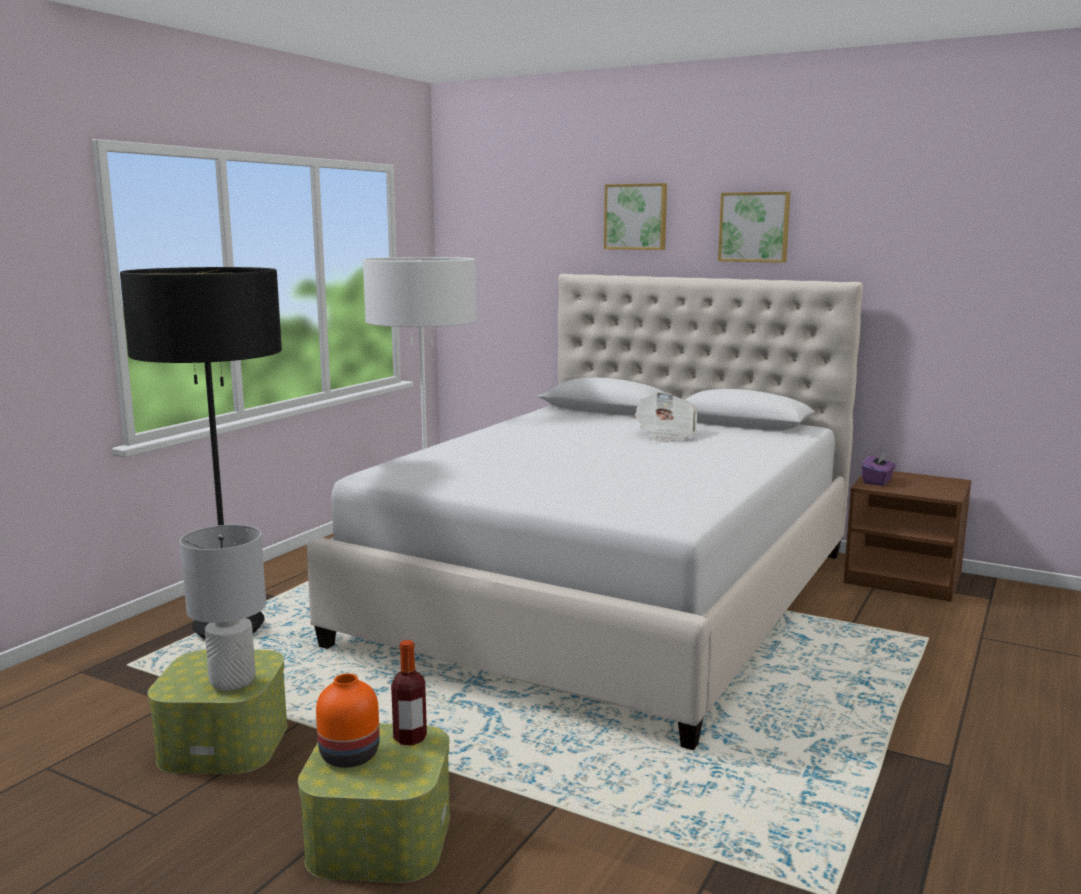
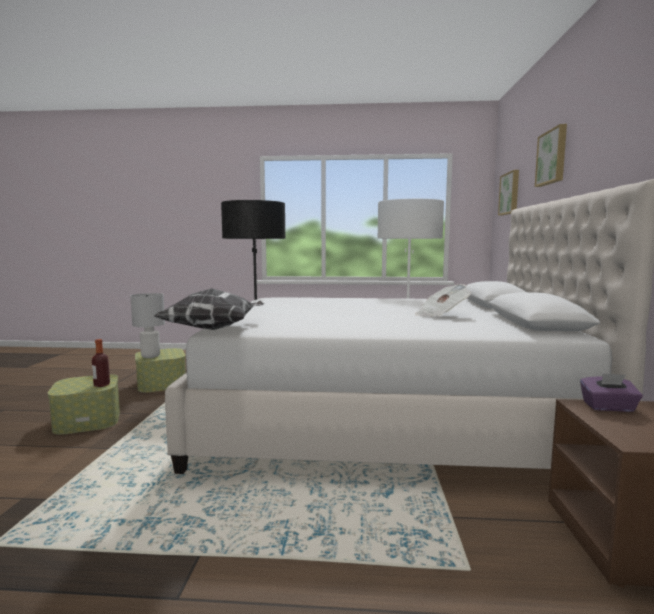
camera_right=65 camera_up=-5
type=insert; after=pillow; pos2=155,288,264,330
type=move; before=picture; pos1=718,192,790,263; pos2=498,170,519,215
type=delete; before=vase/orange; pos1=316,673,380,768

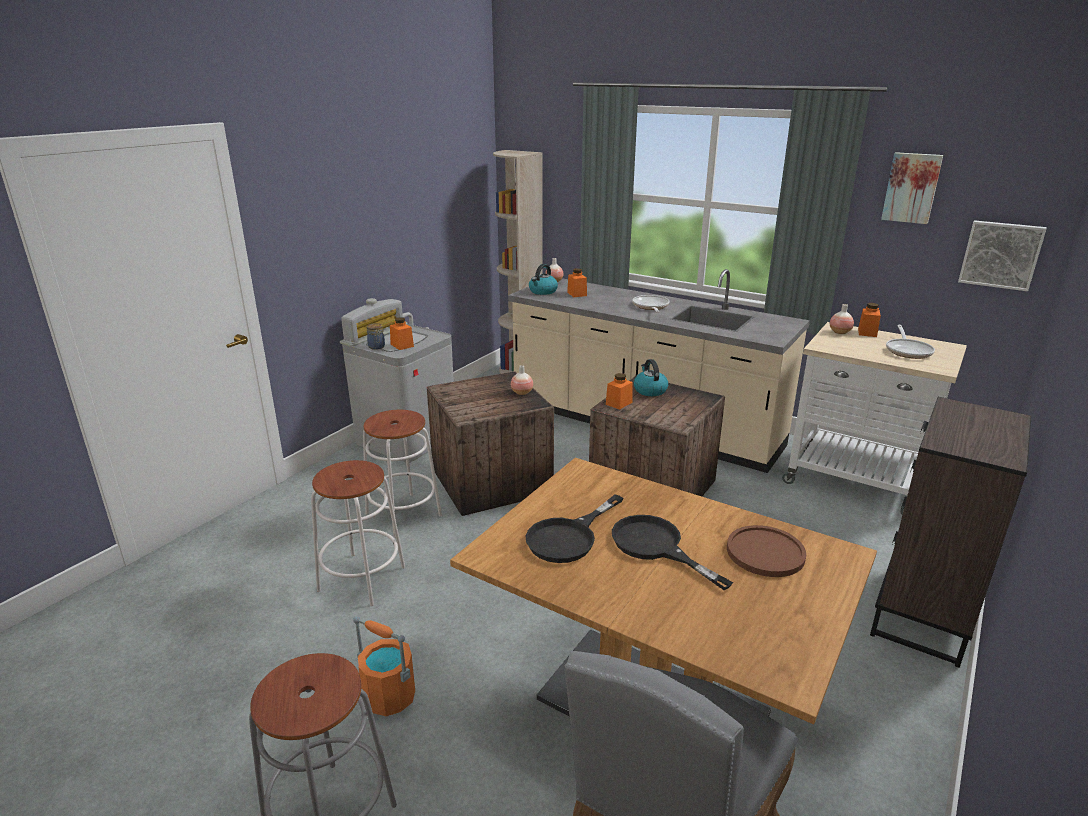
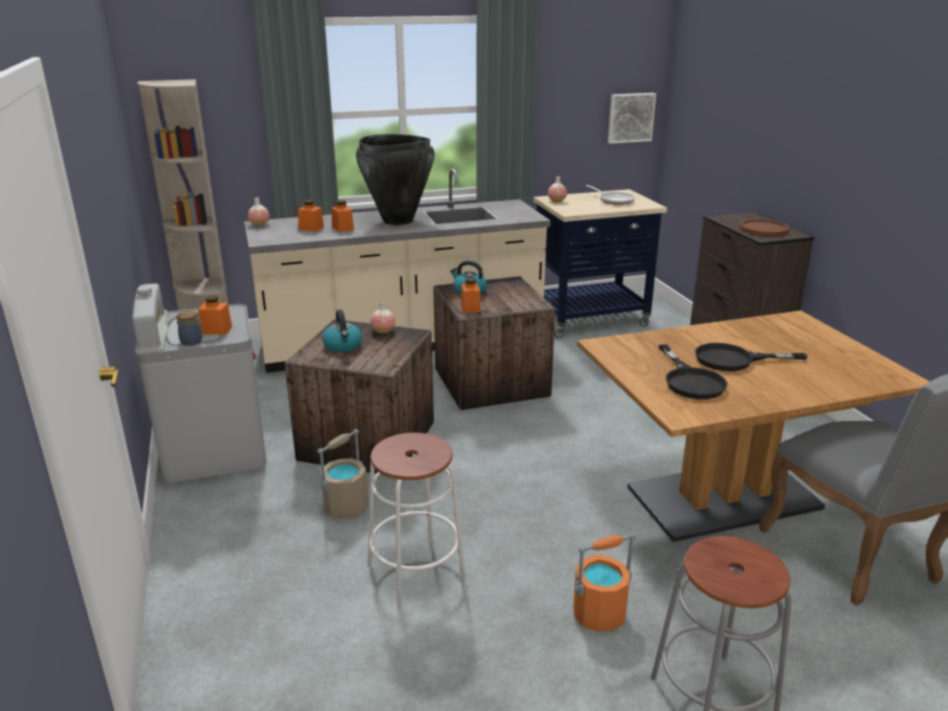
camera_right=-50 camera_up=0
type=replace; before=stool/white; after=bucket/beige; pos1=363,410,442,538; pos2=318,429,368,519
type=move; before=kettle; pos1=529,264,558,295; pos2=322,310,362,352
type=move; before=jar/orange; pos1=858,303,881,337; pos2=331,200,354,232
type=replace; before=frying pan; after=vase/black; pos1=632,295,670,313; pos2=356,134,435,225
type=recolor; before=cart/white; after=cart/blue; pos1=782,322,967,515; pos2=533,189,667,338
type=move; before=plate/brown; pos1=727,525,806,577; pos2=739,219,789,236
type=delete; before=picture; pos1=881,152,943,224

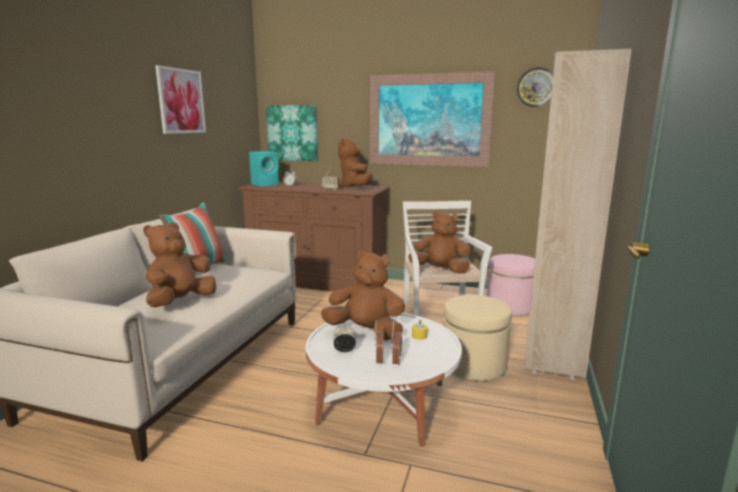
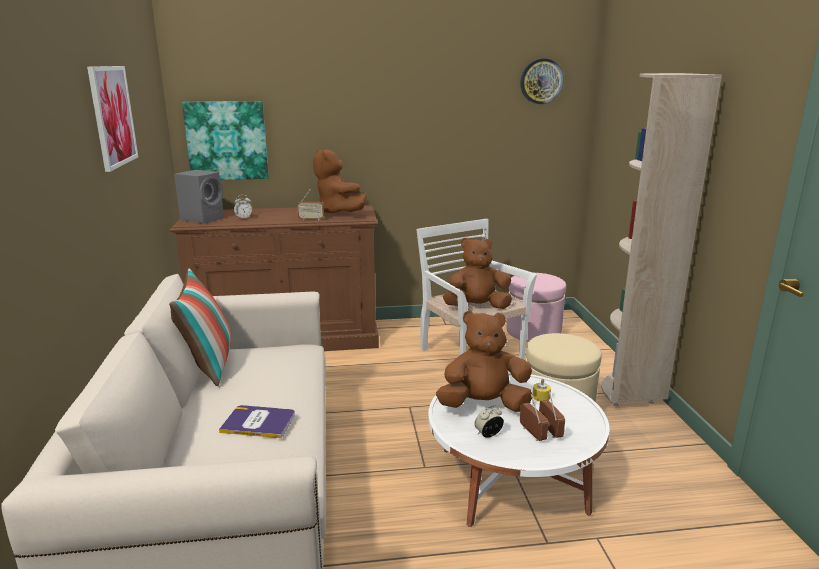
camera_right=-25 camera_up=5
type=recolor; before=speaker/turquoise; after=speaker/grey; pos1=249,151,279,186; pos2=174,170,224,224
type=replace; before=plush toy/brown; after=book; pos1=144,222,216,307; pos2=219,405,295,438
type=delete; before=picture; pos1=370,72,495,167

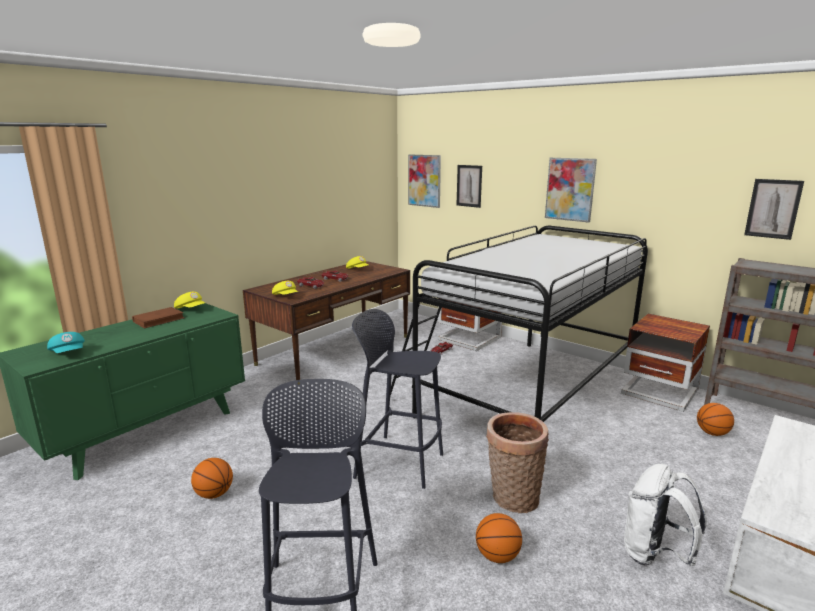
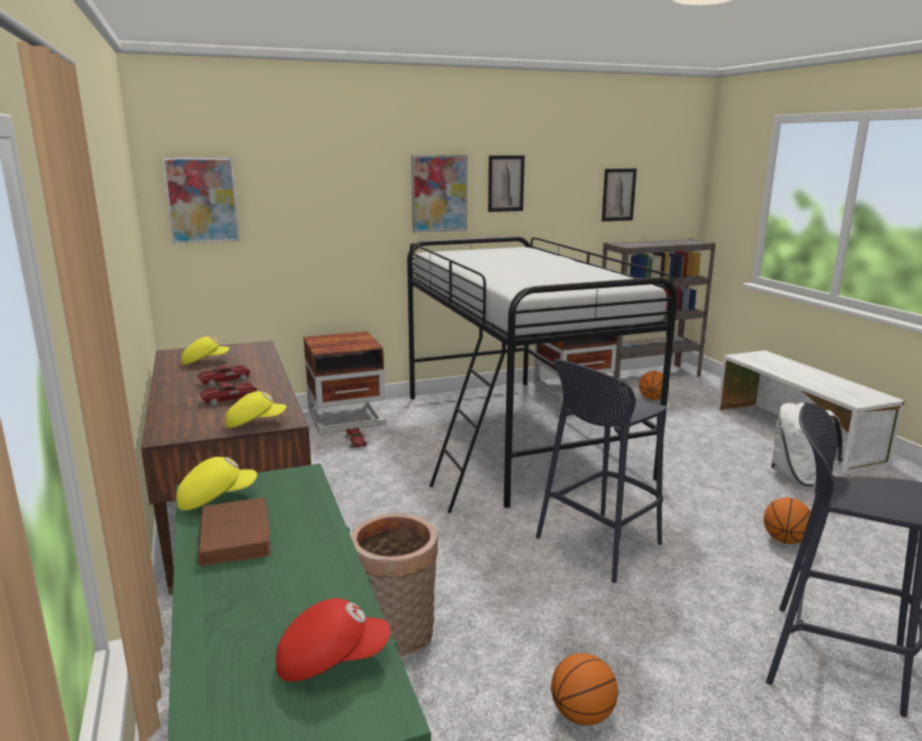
camera_right=-60 camera_up=0
type=recolor; before=cap/turquoise; after=cap/red; pos1=47,332,85,353; pos2=276,598,390,682
type=move; before=basket; pos1=486,412,549,513; pos2=350,513,438,656
type=move; before=picture; pos1=457,165,482,208; pos2=488,155,525,212

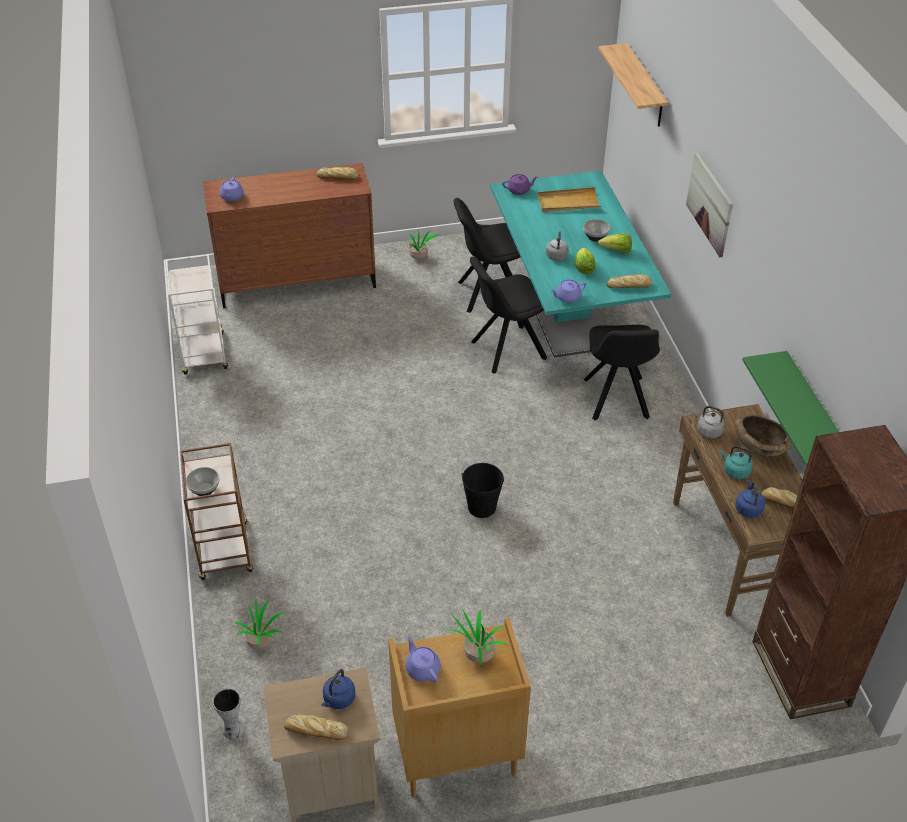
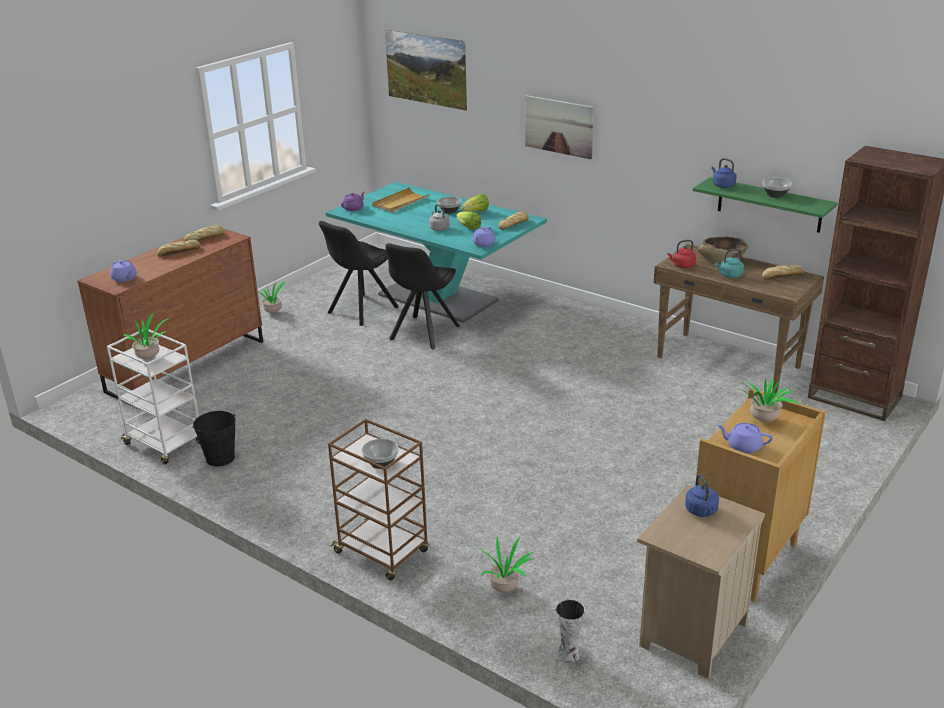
camera_right=-40 camera_up=-15
type=insert; after=potted plant; pos2=123,312,168,360
type=move; before=bread; pos1=284,714,349,740; pos2=157,240,201,257
type=move; before=bucket/black; pos1=462,463,504,518; pos2=193,411,236,466
type=replace; before=shelf; after=picture; pos1=598,43,668,127; pos2=385,30,467,111
type=recolor; before=kettle/grey; after=kettle/red; pos1=693,406,725,438; pos2=667,240,696,268
type=move; before=kettle/blue; pos1=736,481,765,518; pos2=712,158,737,188
type=insert; after=bowl; pos2=763,178,792,198
type=delete; before=chair/black; pos1=584,325,660,421

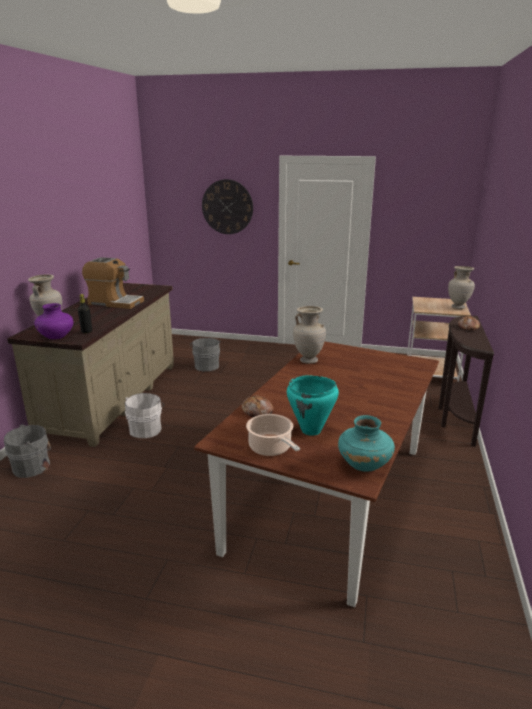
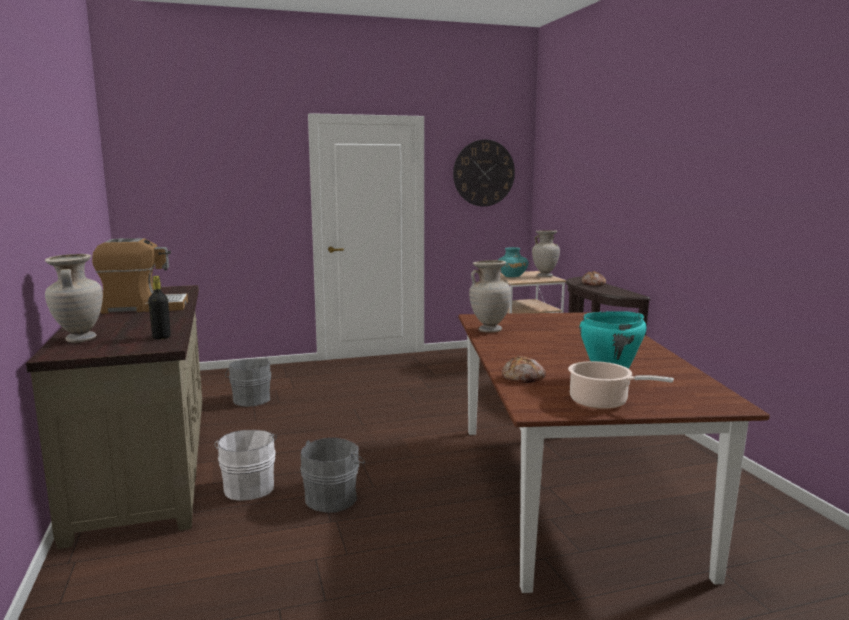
camera_right=-30 camera_up=-10
type=move; before=bucket/grey; pos1=4,424,51,478; pos2=300,438,365,512
type=move; before=wall clock; pos1=202,179,253,234; pos2=453,140,515,207
type=move; before=vase/turquoise; pos1=338,415,395,472; pos2=498,247,529,277
type=delete; before=vase/purple; pos1=34,303,73,339

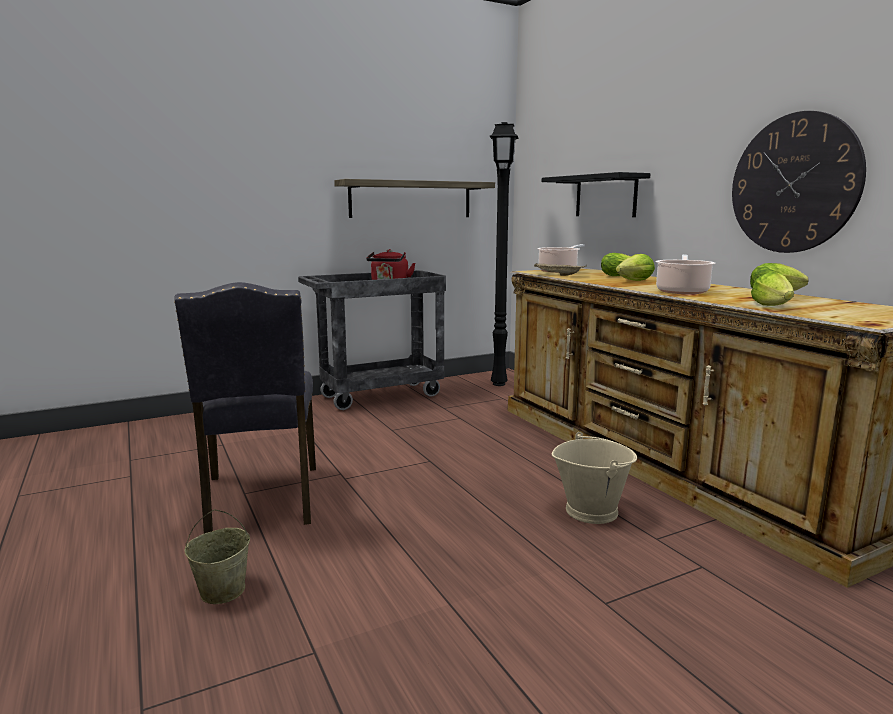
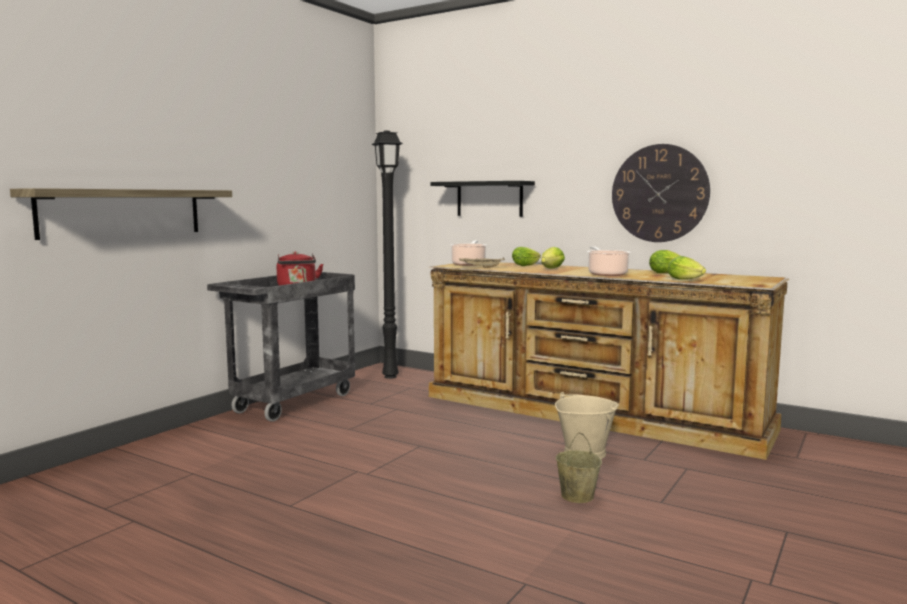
camera_right=-30 camera_up=-5
type=move; before=shelf; pos1=334,179,495,218; pos2=10,188,232,240
type=move; before=bucket/beige; pos1=184,509,250,604; pos2=555,432,602,503
type=delete; before=chair/grey; pos1=174,282,316,534

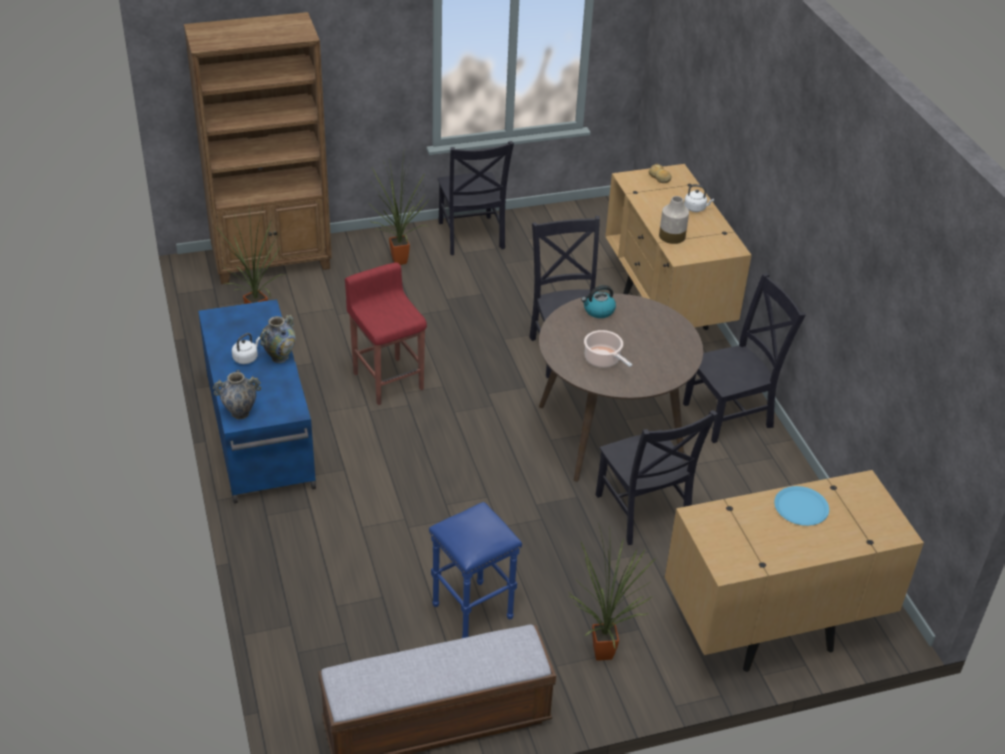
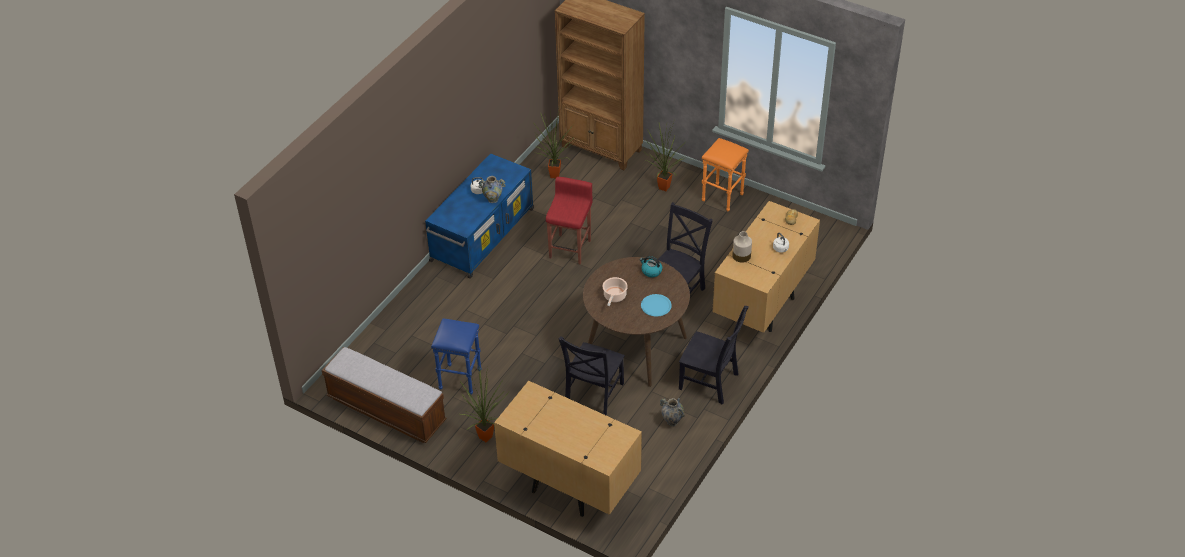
camera_right=50 camera_up=5
type=move; before=plate/blue; pos1=774,486,829,526; pos2=641,294,672,317
type=move; before=vase; pos1=213,370,261,420; pos2=660,398,685,426
type=replace; before=chair/black; after=stool/orange; pos1=438,141,514,255; pos2=702,138,749,211

